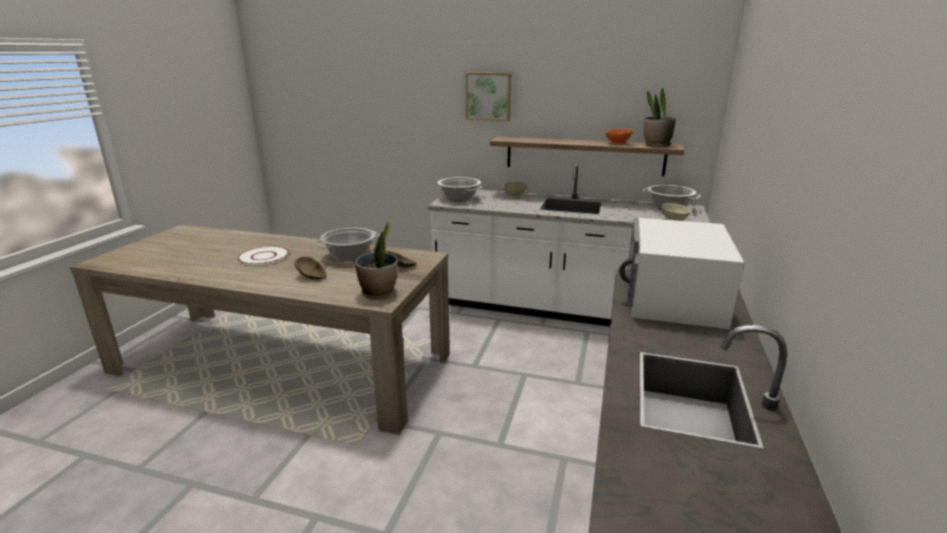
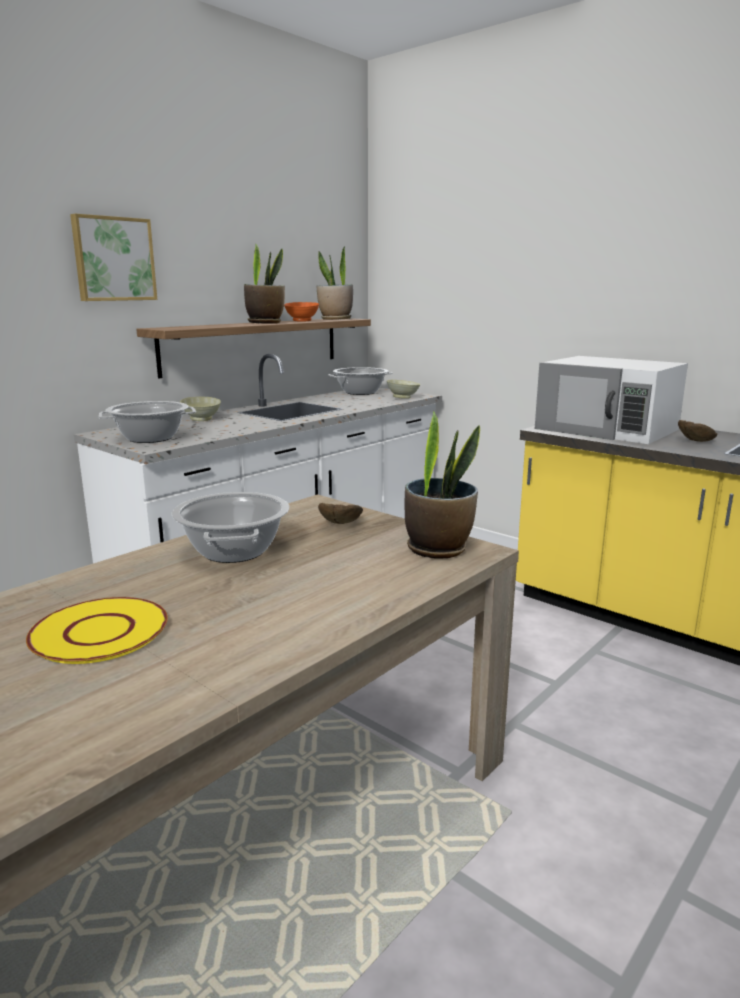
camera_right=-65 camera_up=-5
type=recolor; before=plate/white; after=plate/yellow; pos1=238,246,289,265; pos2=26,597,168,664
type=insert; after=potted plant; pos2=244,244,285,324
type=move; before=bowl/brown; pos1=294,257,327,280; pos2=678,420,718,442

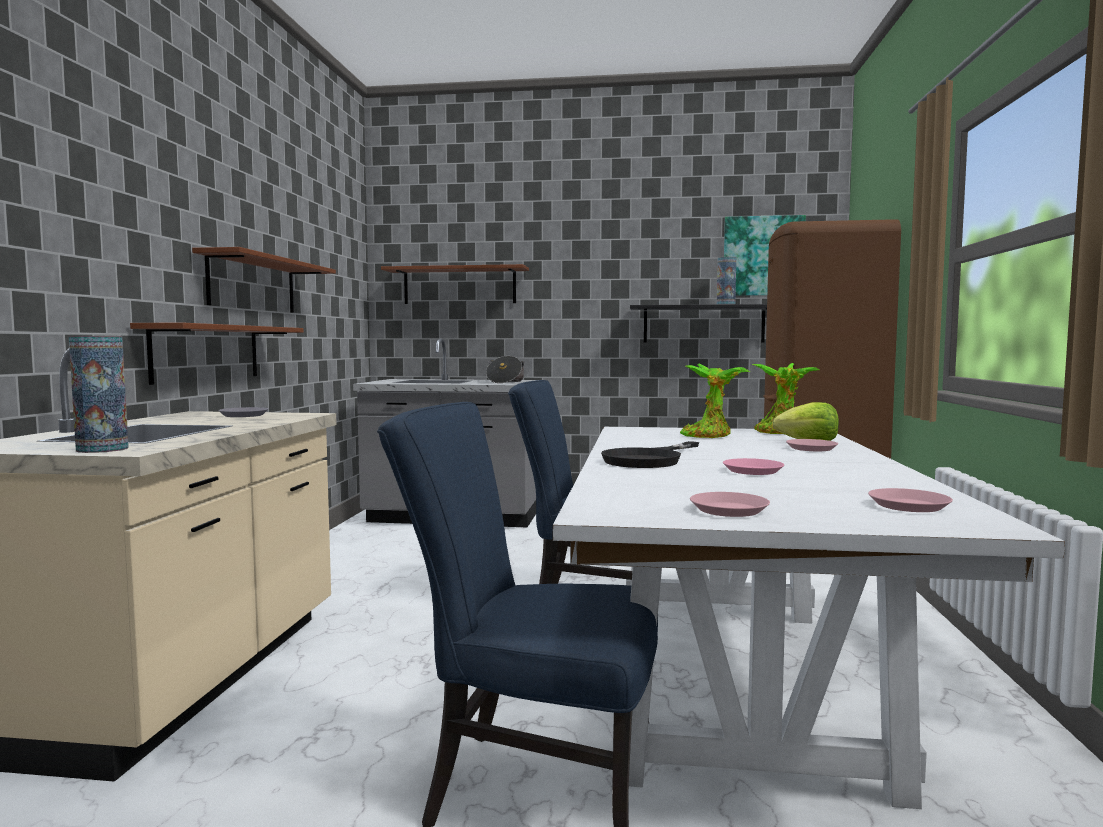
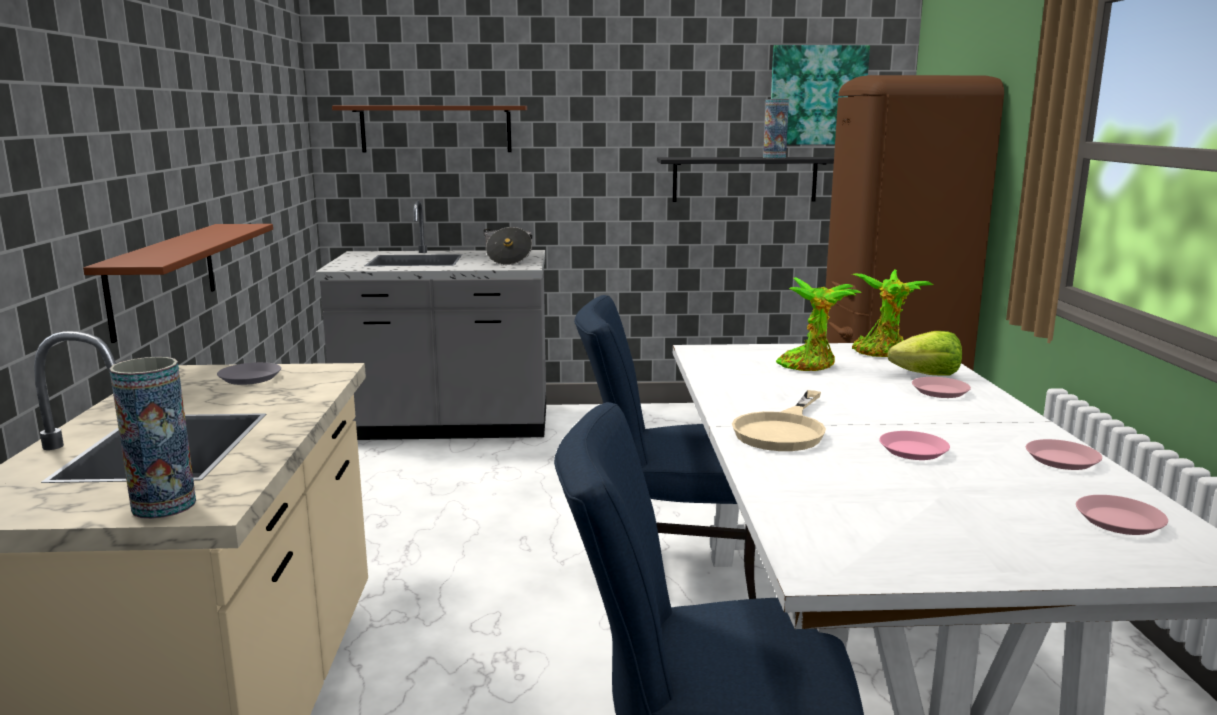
camera_right=-10 camera_up=10
type=recolor; before=frying pan/black; after=frying pan/beige; pos1=601,441,699,468; pos2=732,390,826,451
type=move; before=plate/pink; pos1=690,492,770,517; pos2=1026,439,1102,470
type=delete; before=shelf/brown; pos1=192,247,336,313

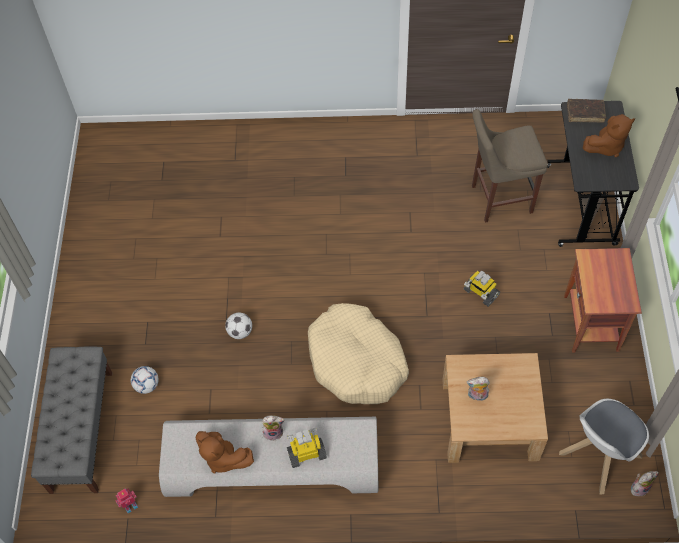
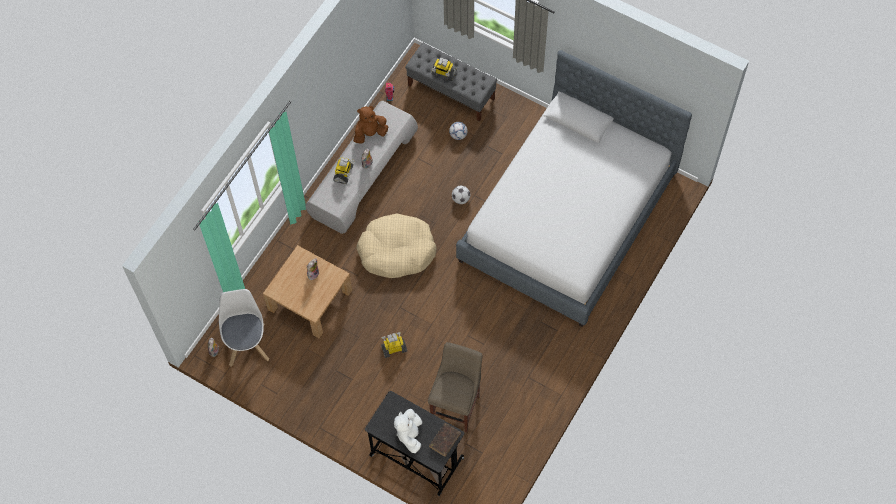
camera_right=120 camera_up=5
type=recolor; before=plush toy/brown; after=plush toy/white; pos1=583,114,635,157; pos2=394,409,422,453
type=insert; after=toy robot; pos2=431,58,457,81
type=insert; after=bed; pos2=456,50,692,327
type=delete; before=nightstand; pos1=564,248,642,353

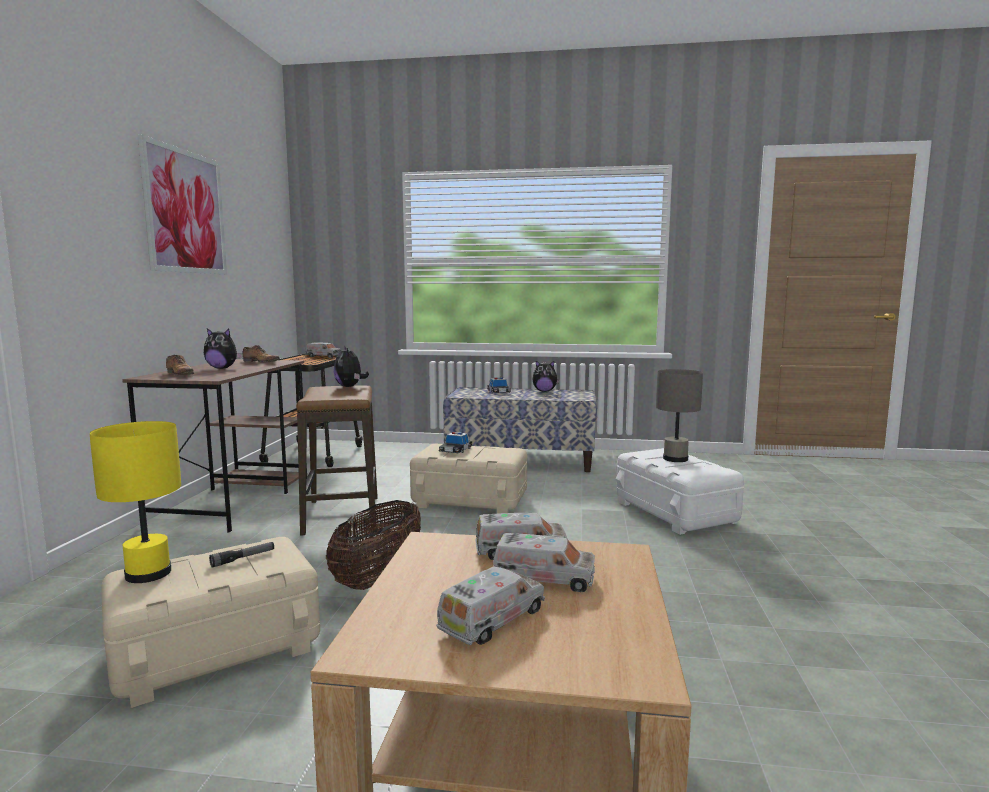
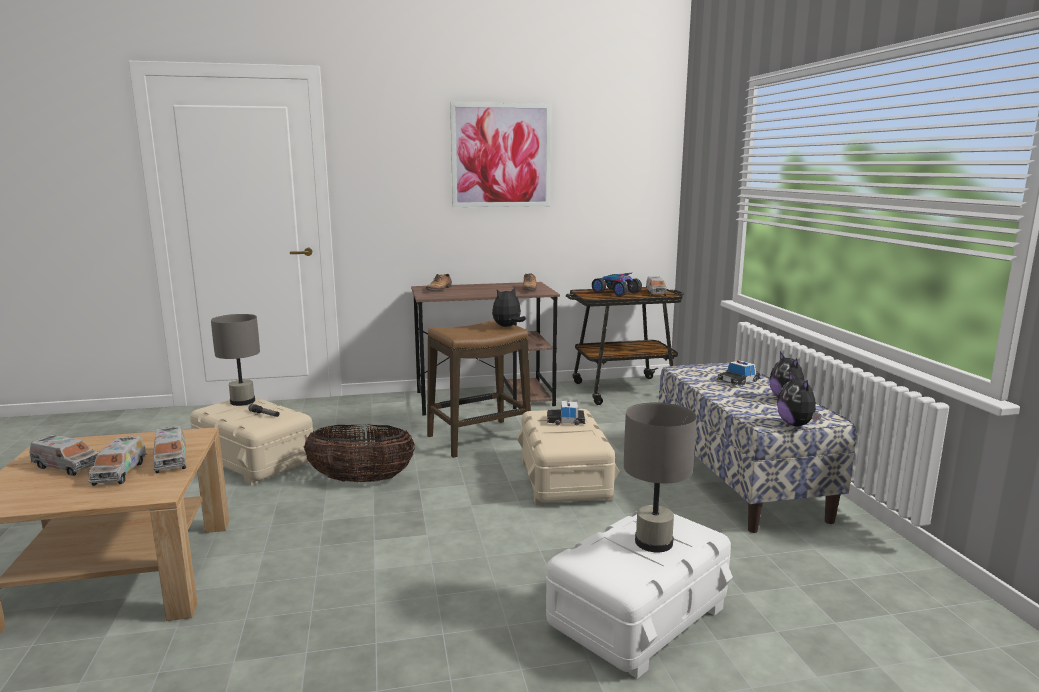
camera_right=70 camera_up=5
type=recolor; before=table lamp/yellow; after=table lamp/grey; pos1=90,421,181,583; pos2=211,314,260,406
type=insert; after=toy car; pos2=592,272,642,296
type=move; before=plush toy; pos1=204,329,243,369; pos2=777,371,822,426

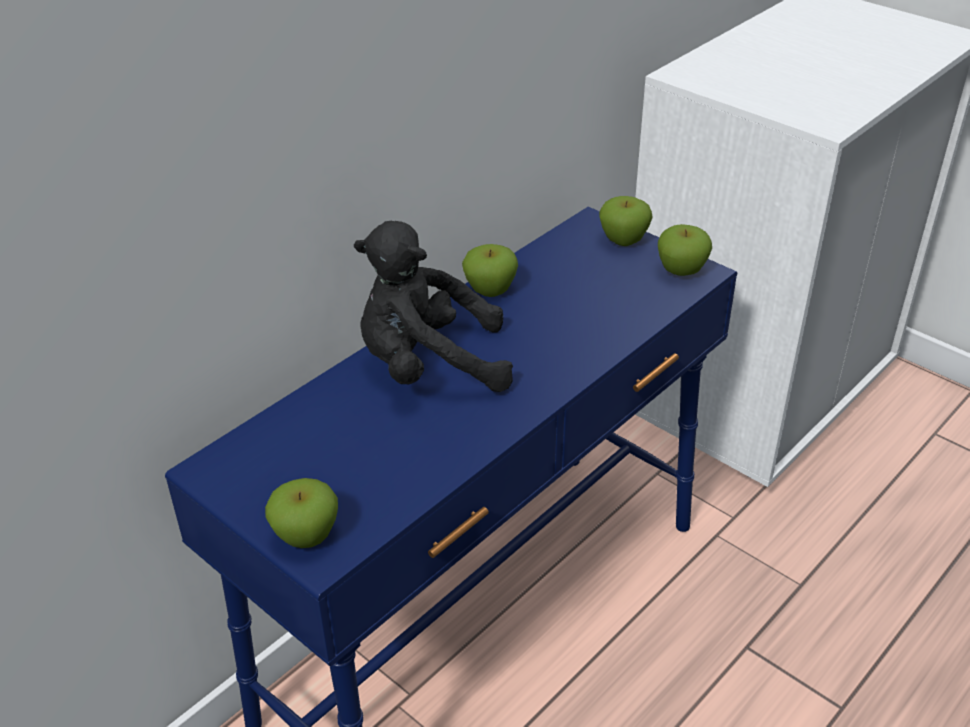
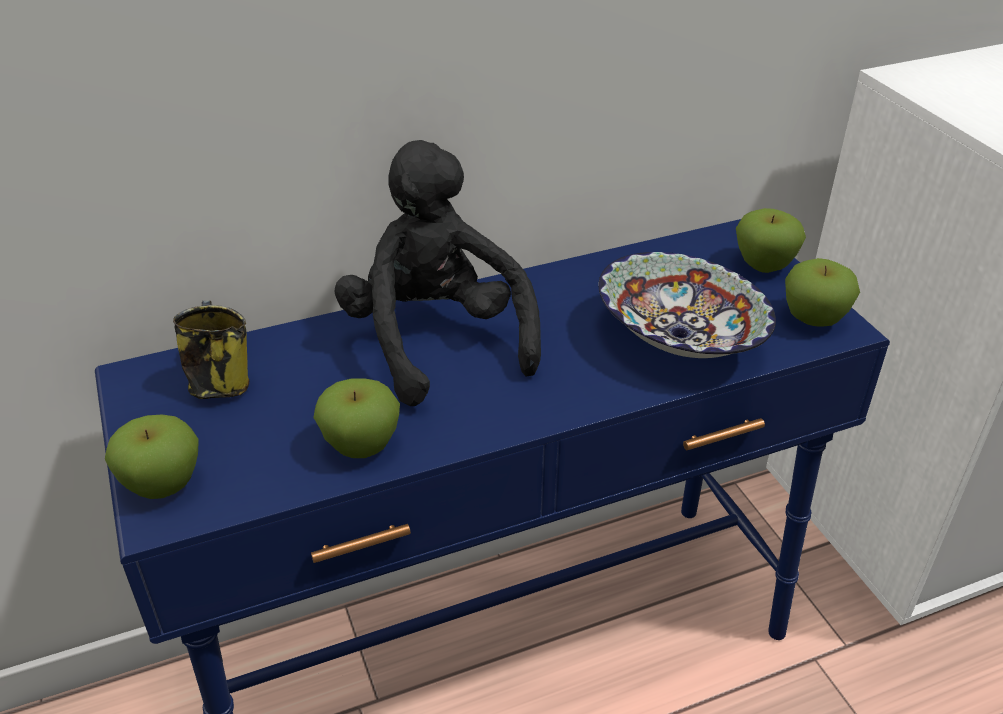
camera_right=25 camera_up=0
type=insert; after=mug; pos2=173,300,249,399
type=move; before=apple; pos1=462,244,518,297; pos2=313,378,400,458
type=rotate; before=plush toy/black; pos1=354,221,513,392; pos2=335,140,541,406; turn=45
type=insert; after=bowl; pos2=598,252,776,358

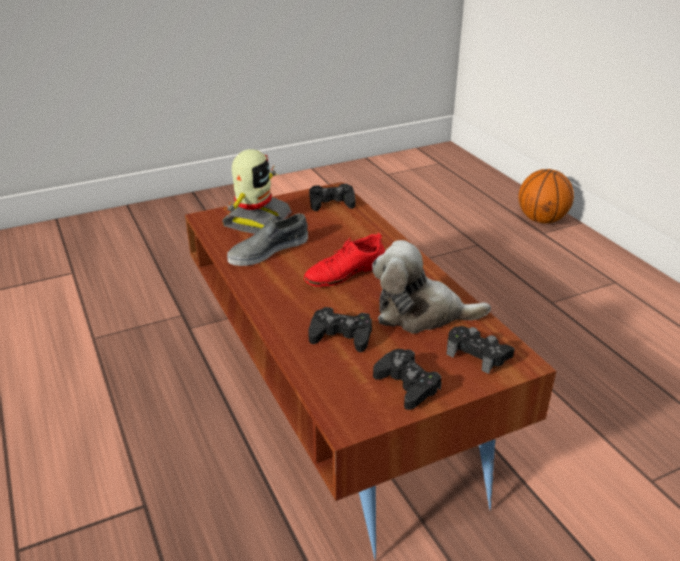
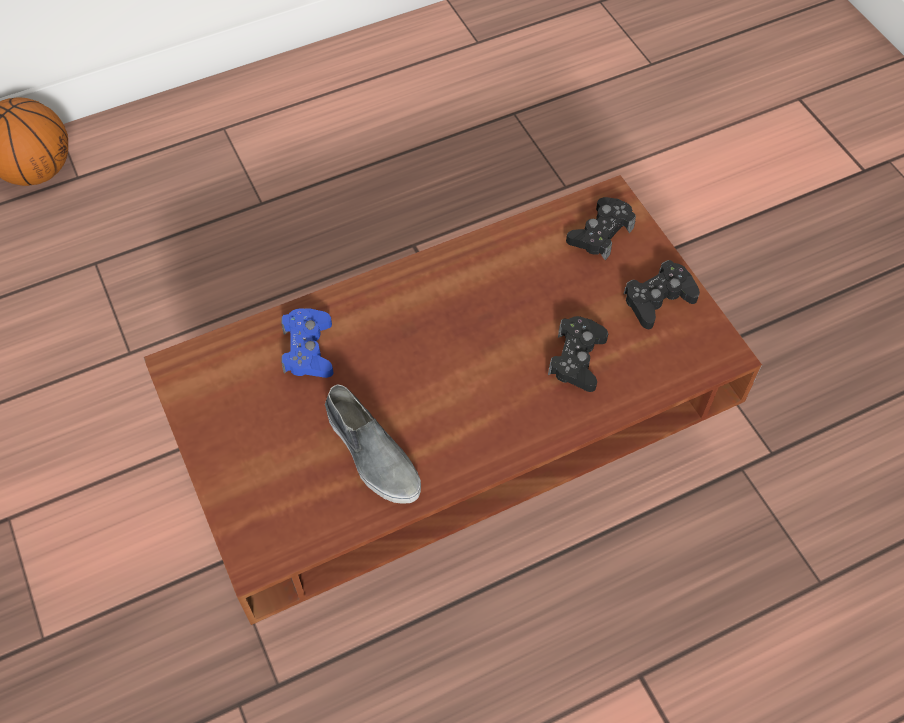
camera_right=-90 camera_up=25
type=insert; after=game controller/blue; pos2=281,308,333,378
type=delete; before=toy robot; pos1=222,149,292,234
type=delete; before=shoe/red; pos1=304,233,385,287
type=delete; before=game controller/black; pos1=309,184,356,211
type=delete; before=plush toy; pos1=372,240,491,334

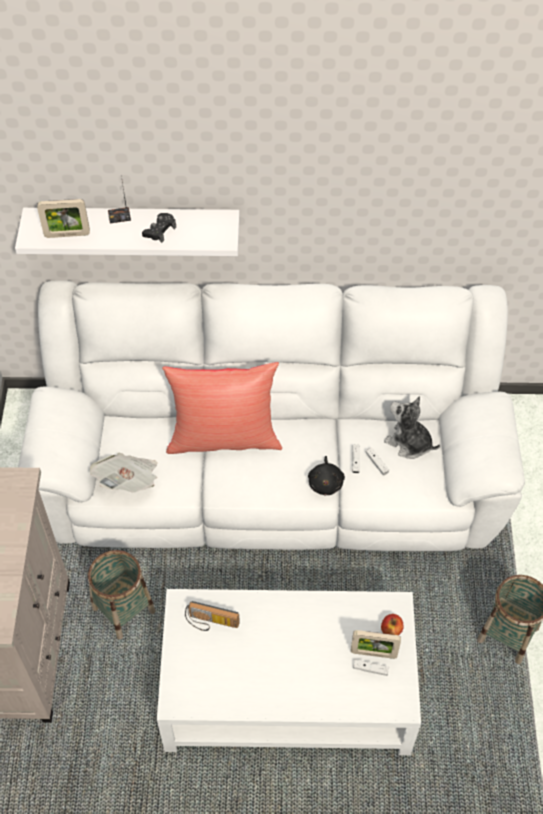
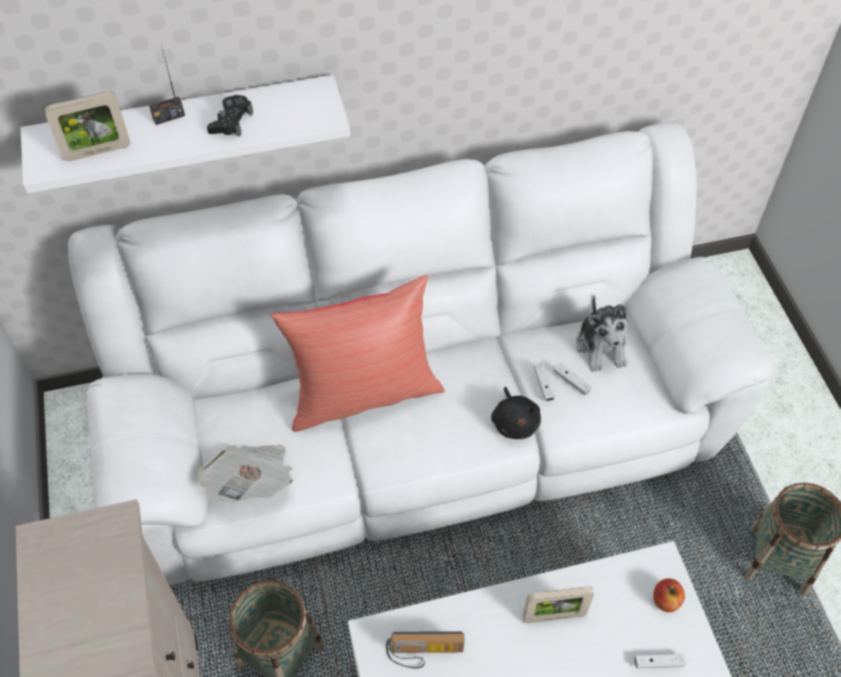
camera_right=-15 camera_up=0
type=move; before=picture frame; pos1=351,630,401,659; pos2=523,587,594,623
type=rotate; before=plush toy; pos1=384,396,440,459; pos2=576,295,627,372; turn=-120

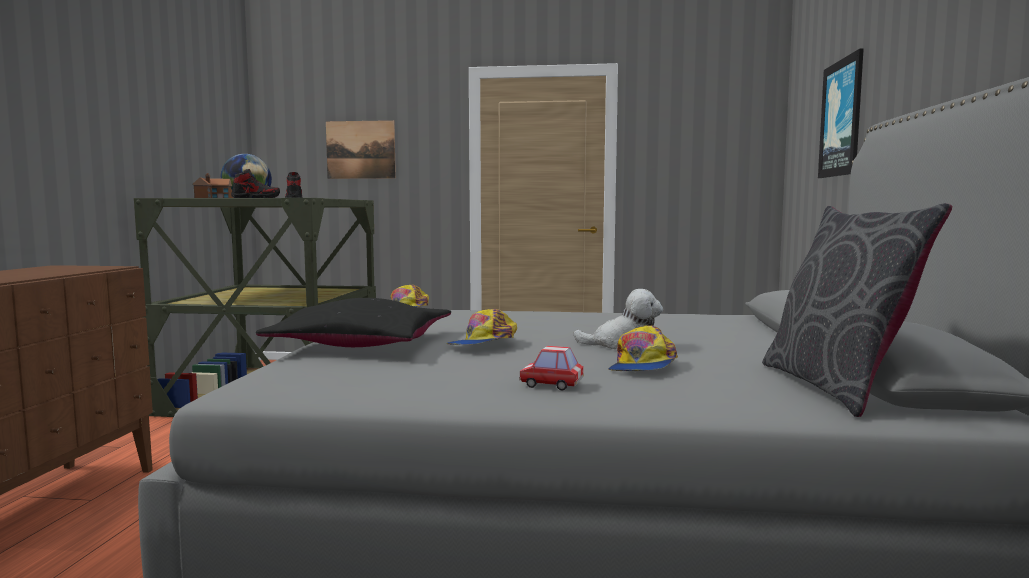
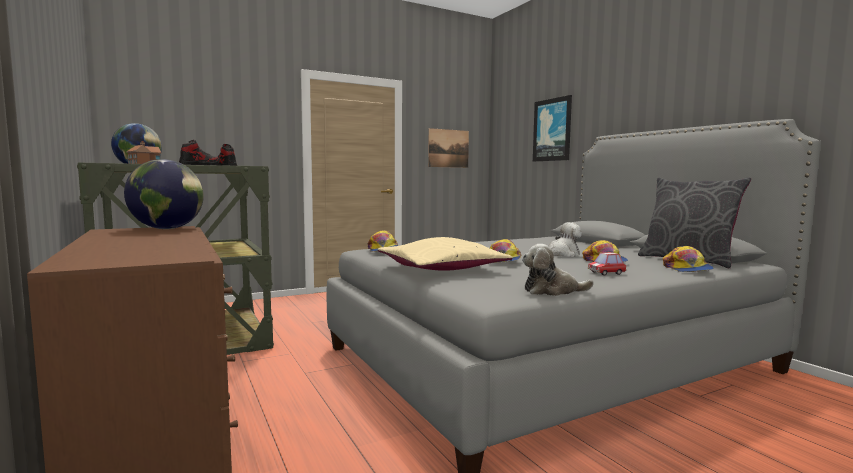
camera_right=-35 camera_up=0
type=insert; after=globe; pos2=124,159,204,229
type=recolor; before=pillow/black; after=pillow/beige; pos1=256,298,451,347; pos2=378,237,512,271
type=move; before=picture; pos1=326,120,396,179; pos2=428,128,469,168
type=insert; after=plush toy; pos2=522,244,594,296
type=insert; after=cap; pos2=663,246,714,272

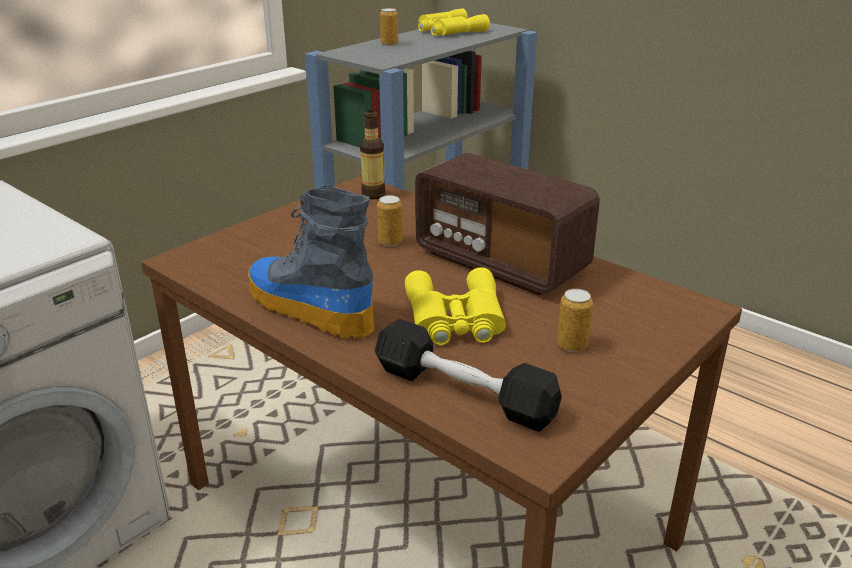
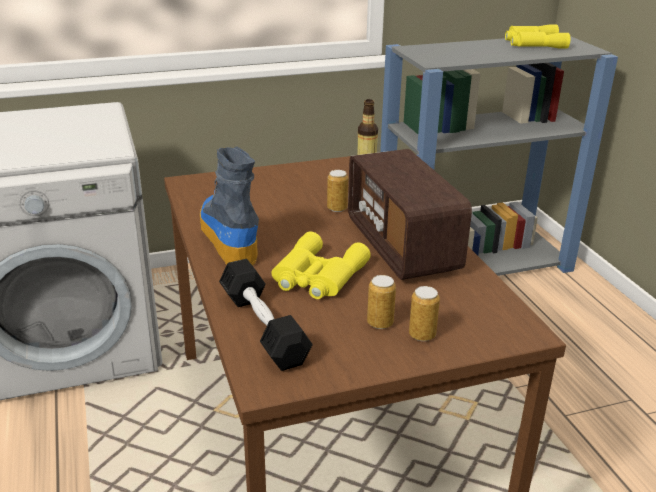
camera_right=30 camera_up=0
type=move; before=can; pos1=380,8,398,46; pos2=409,286,440,341

